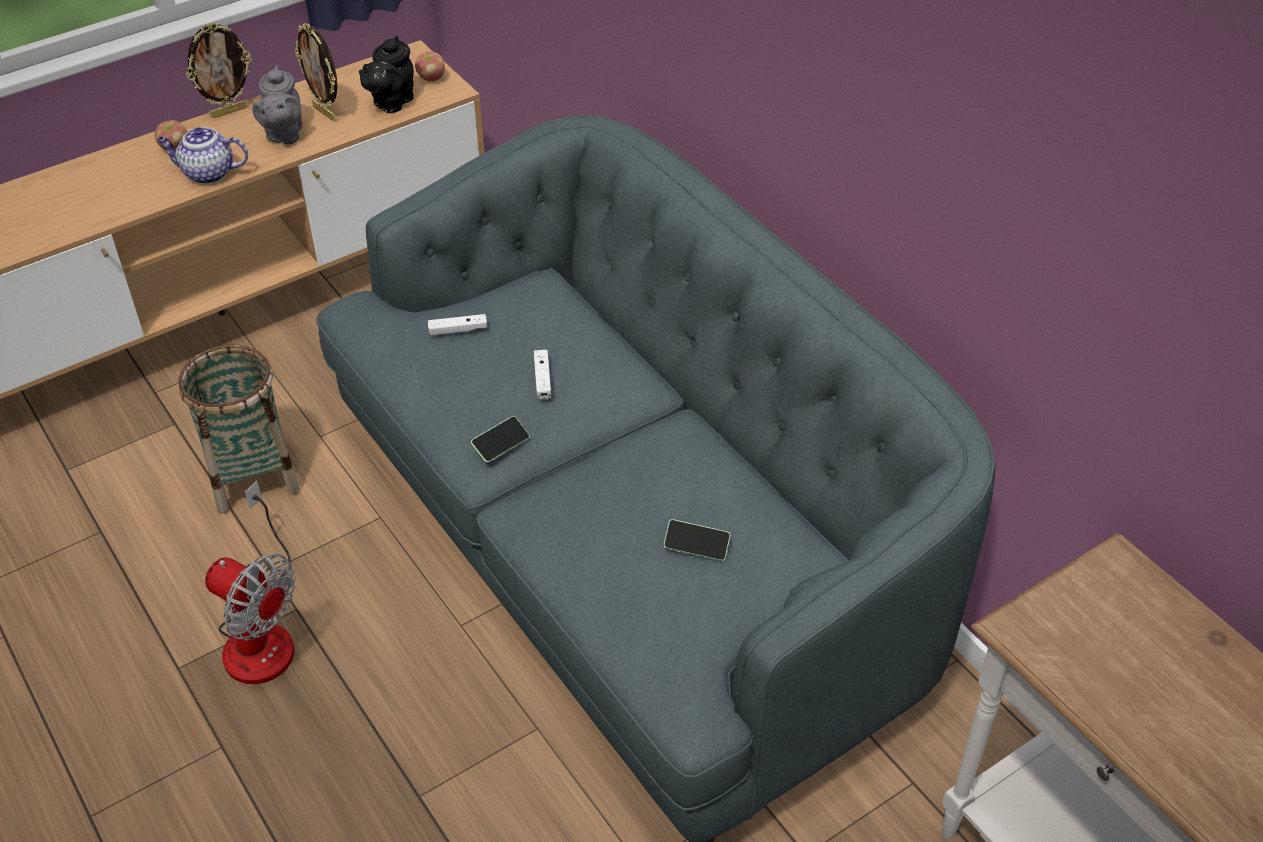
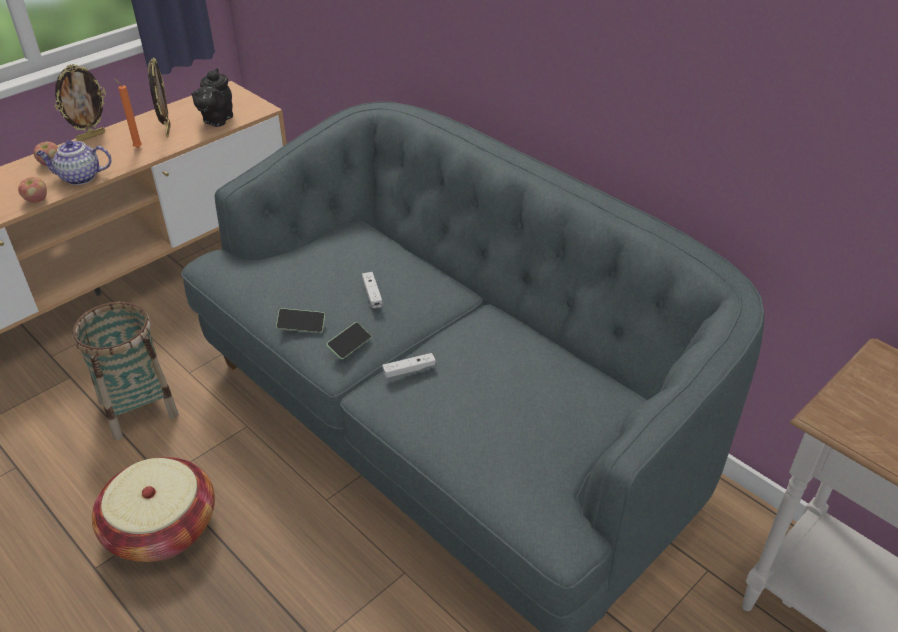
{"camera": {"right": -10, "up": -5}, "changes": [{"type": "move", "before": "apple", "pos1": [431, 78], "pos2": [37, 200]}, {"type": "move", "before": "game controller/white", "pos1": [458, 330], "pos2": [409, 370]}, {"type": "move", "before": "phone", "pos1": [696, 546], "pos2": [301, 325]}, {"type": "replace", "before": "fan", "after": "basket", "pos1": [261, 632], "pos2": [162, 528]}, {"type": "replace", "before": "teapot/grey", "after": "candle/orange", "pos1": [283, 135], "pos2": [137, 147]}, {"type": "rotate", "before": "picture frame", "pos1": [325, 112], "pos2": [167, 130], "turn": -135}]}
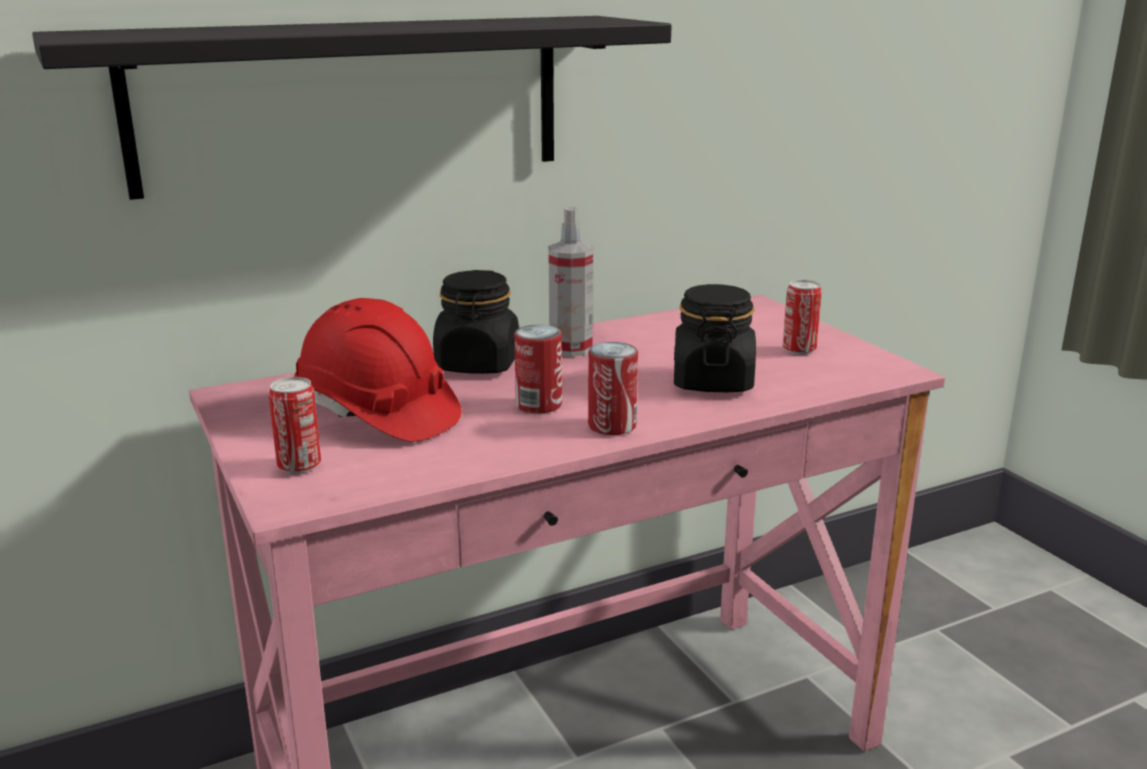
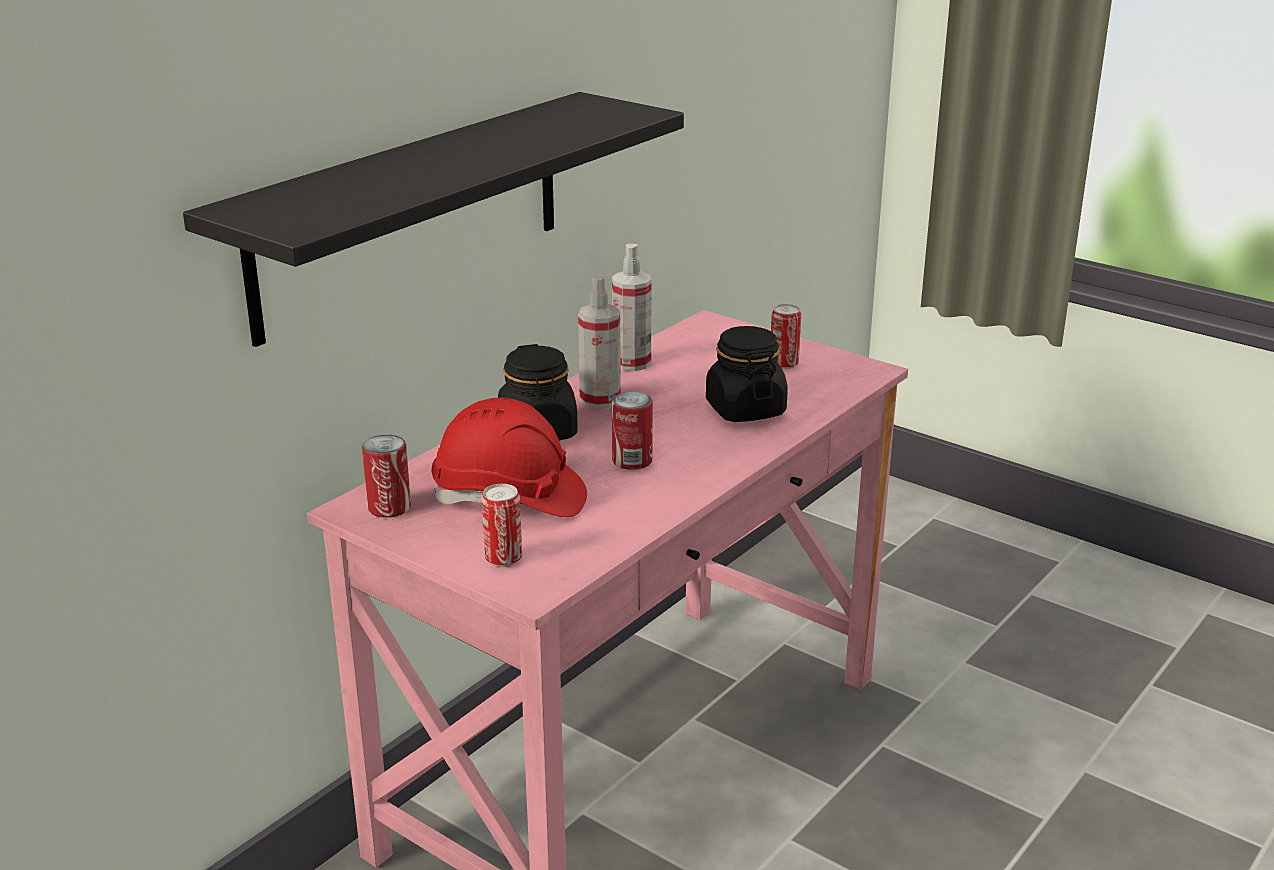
{"camera": {"right": -25, "up": 5}, "changes": [{"type": "insert", "after": "spray bottle", "pos2": [631, 363]}, {"type": "move", "before": "can", "pos1": [612, 426], "pos2": [389, 507]}]}
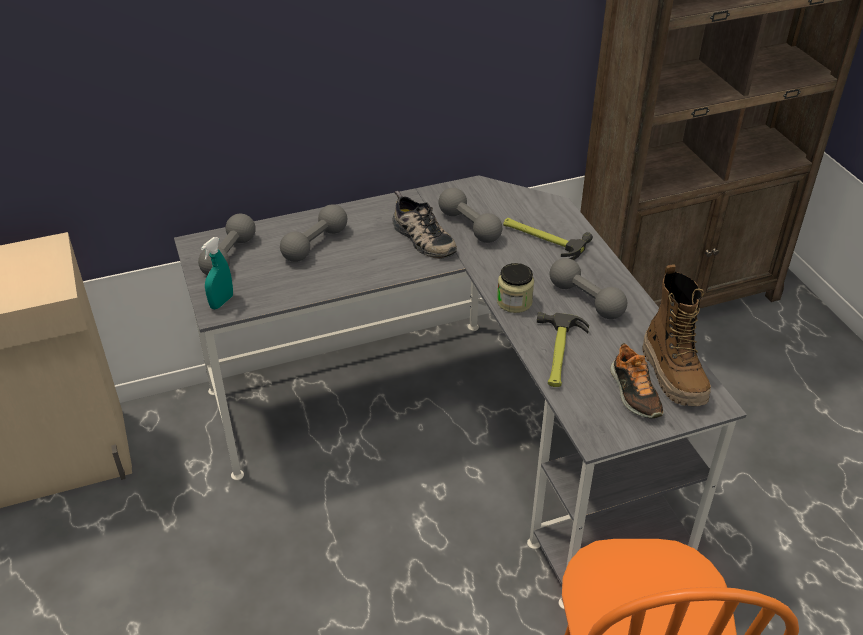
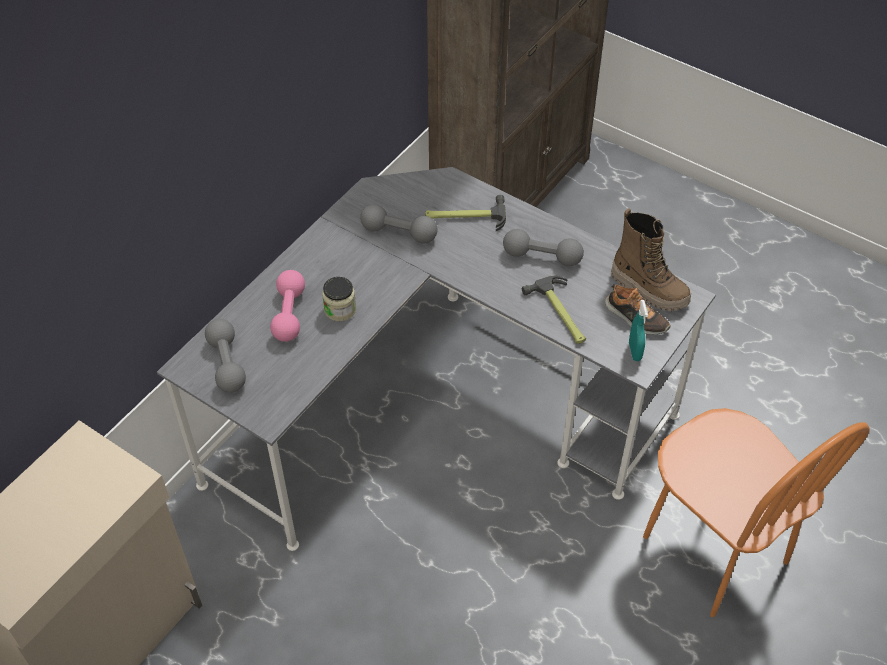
{"camera": {"right": -35, "up": 10}, "changes": [{"type": "delete", "before": "shoe", "pos1": [421, 238]}, {"type": "move", "before": "spray bottle/turquoise", "pos1": [221, 302], "pos2": [634, 351]}, {"type": "move", "before": "jar", "pos1": [514, 302], "pos2": [340, 309]}, {"type": "recolor", "before": "dumbbell/grey", "after": "dumbbell/pink", "pos1": [315, 244], "pos2": [289, 314]}]}
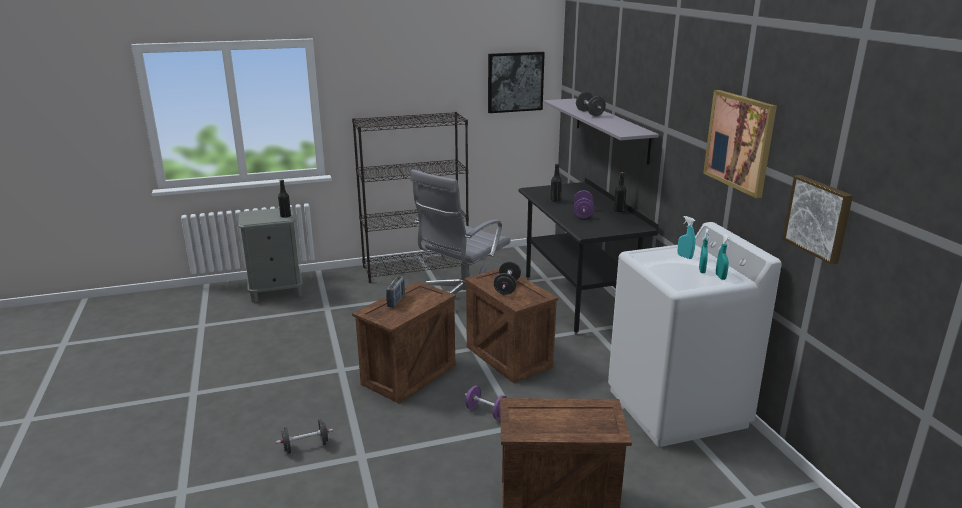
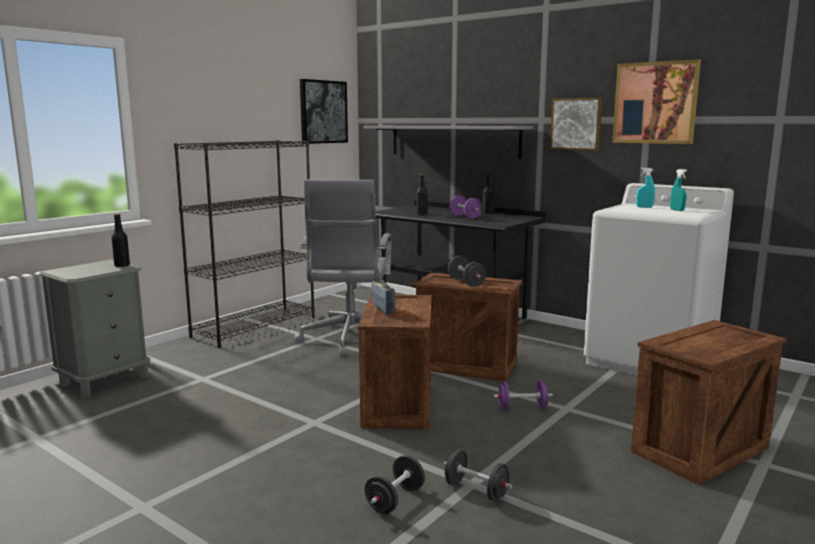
{"camera": {"right": -35, "up": -10}, "changes": [{"type": "delete", "before": "spray bottle/turquoise", "pos1": [720, 277]}, {"type": "move", "before": "dumbbell/black", "pos1": [590, 113], "pos2": [476, 491]}, {"type": "move", "before": "picture", "pos1": [819, 218], "pos2": [576, 124]}]}
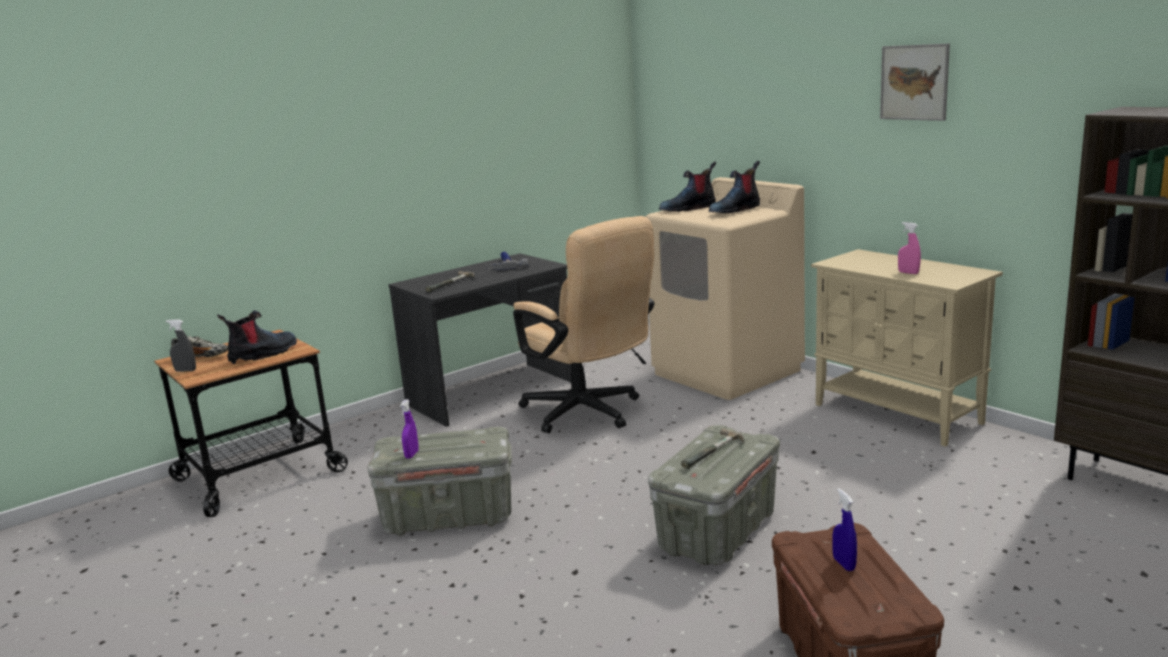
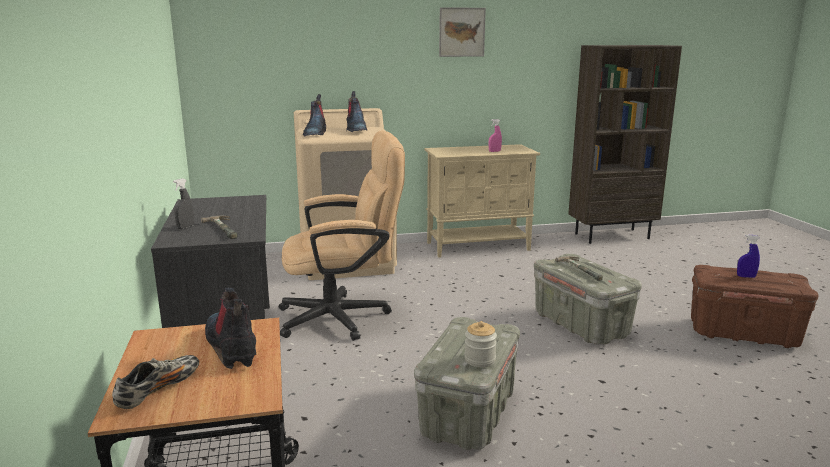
{"camera": {"right": -65, "up": 0}, "changes": [{"type": "delete", "before": "hammer", "pos1": [505, 264]}, {"type": "move", "before": "spray bottle/grey", "pos1": [185, 370], "pos2": [185, 227]}, {"type": "replace", "before": "spray bottle/purple", "after": "jar", "pos1": [412, 454], "pos2": [480, 360]}]}
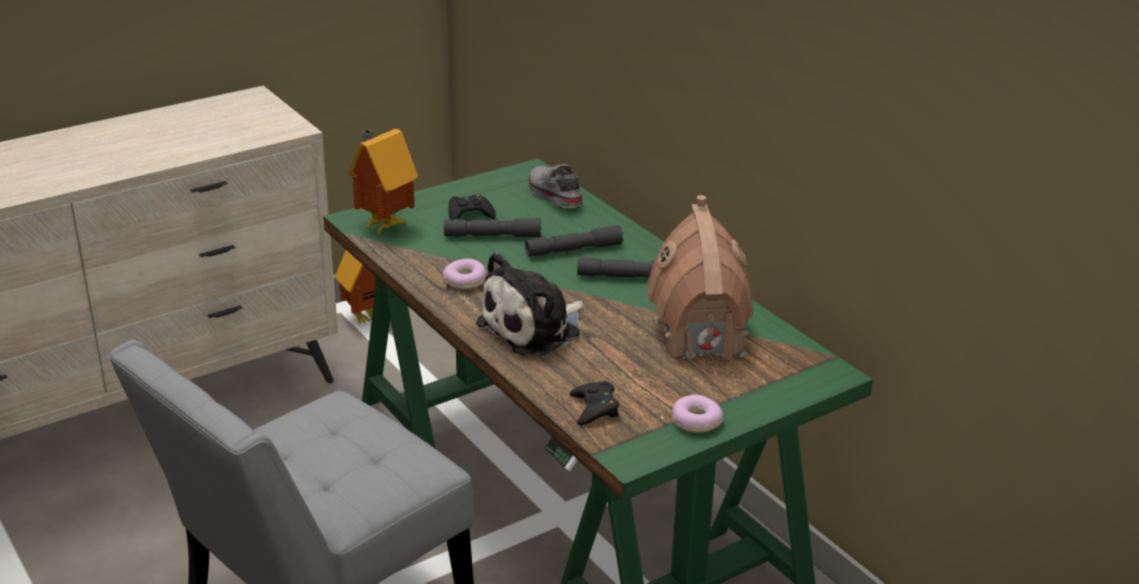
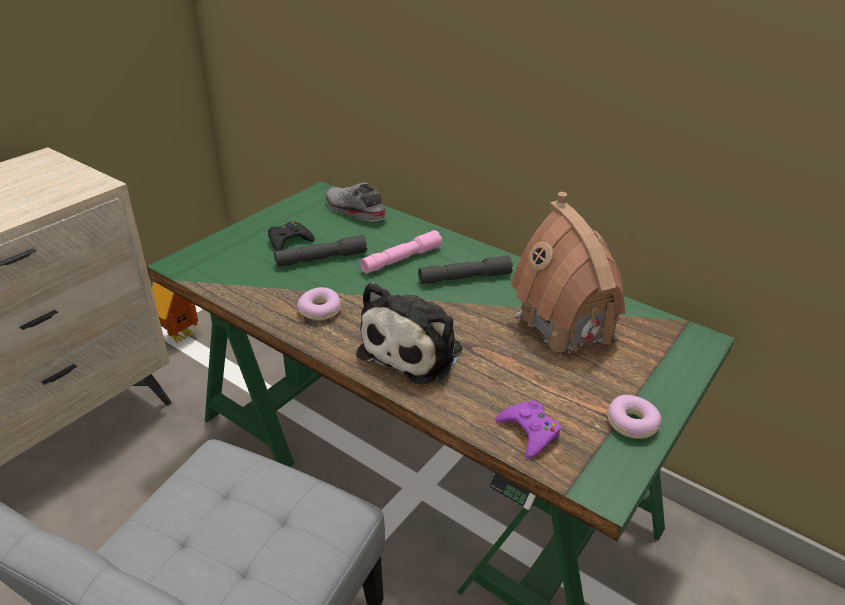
{"camera": {"right": -20, "up": 5}, "changes": [{"type": "delete", "before": "toy house", "pos1": [383, 225]}, {"type": "recolor", "before": "flashlight/grey", "after": "flashlight/pink", "pos1": [573, 250], "pos2": [401, 259]}, {"type": "recolor", "before": "game controller/black", "after": "game controller/purple", "pos1": [594, 408], "pos2": [529, 432]}]}
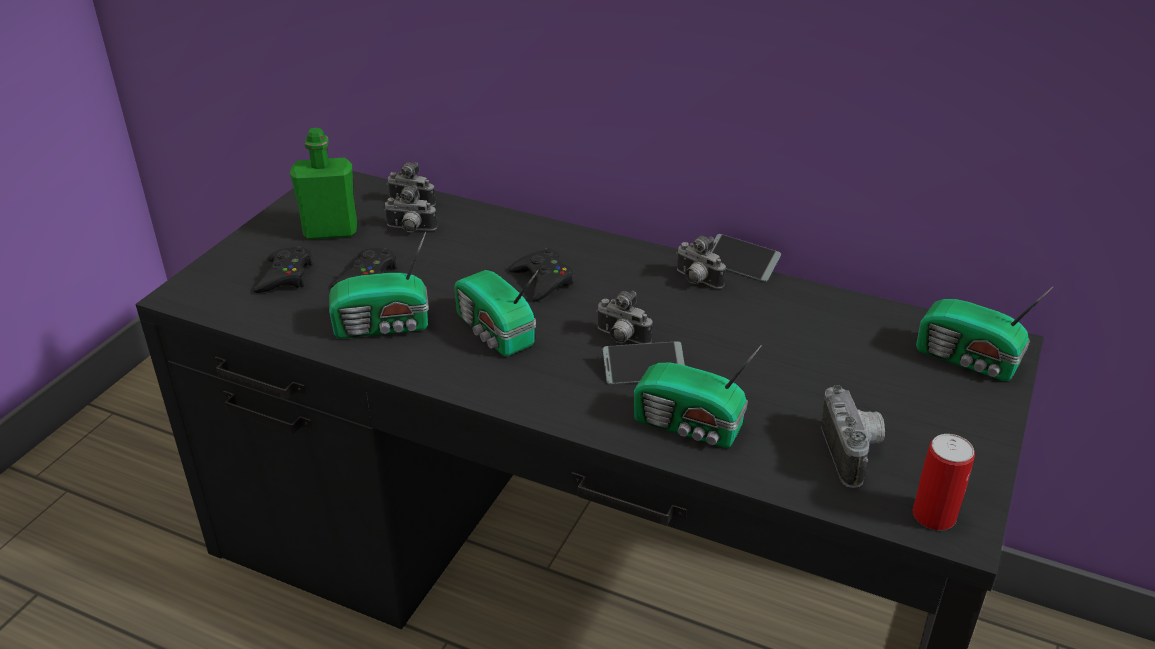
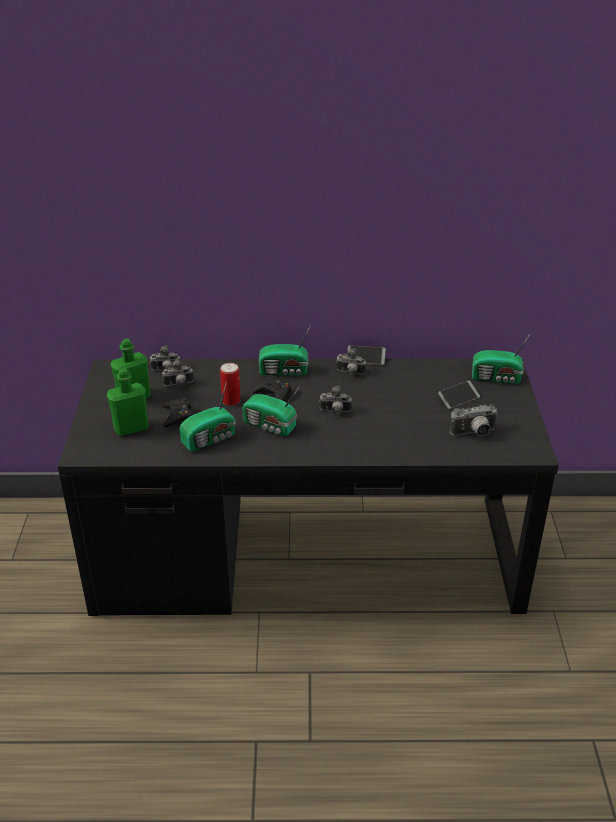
{"camera": {"right": -25, "up": 0}, "changes": [{"type": "move", "before": "phone", "pos1": [643, 370], "pos2": [458, 398]}, {"type": "move", "before": "radio", "pos1": [690, 426], "pos2": [285, 371]}, {"type": "move", "before": "can", "pos1": [934, 515], "pos2": [231, 400]}, {"type": "replace", "before": "game controller/black", "after": "bottle/green", "pos1": [285, 276], "pos2": [131, 428]}, {"type": "rotate", "before": "photo camera", "pos1": [853, 453], "pos2": [474, 434], "turn": 105}]}
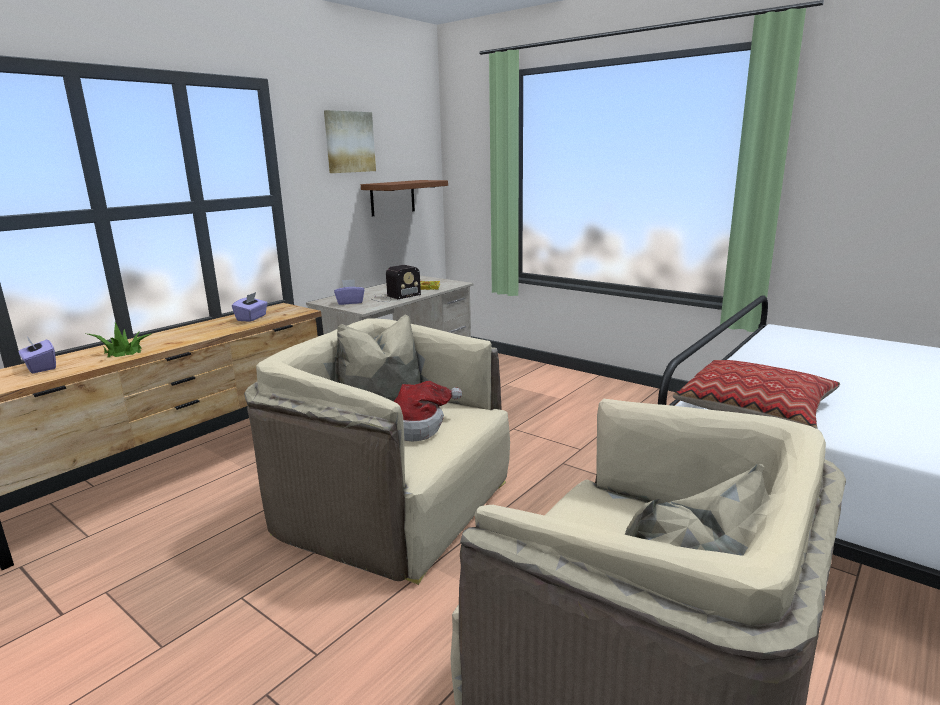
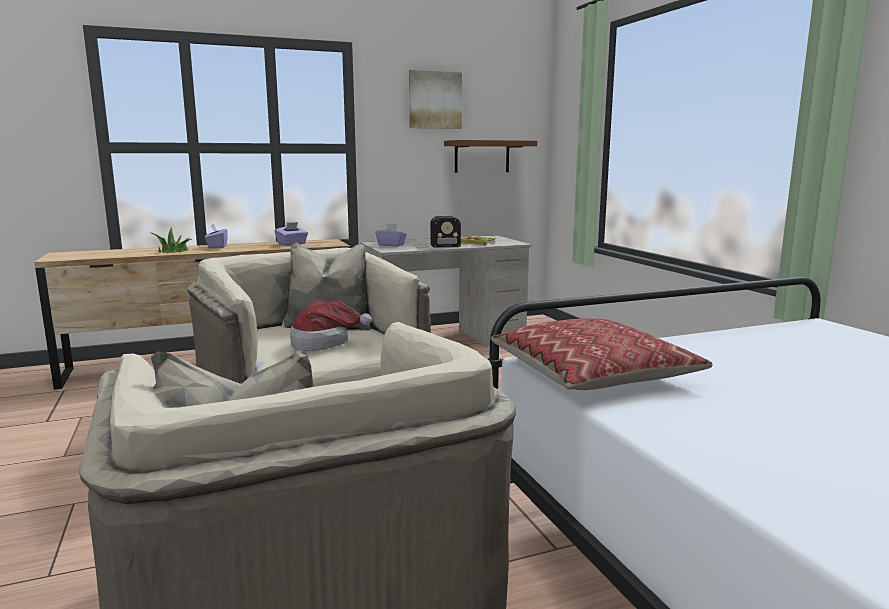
{"camera": {"right": 30, "up": -5}, "changes": [{"type": "move", "before": "tissue box/purple", "pos1": [40, 367], "pos2": [217, 247]}]}
